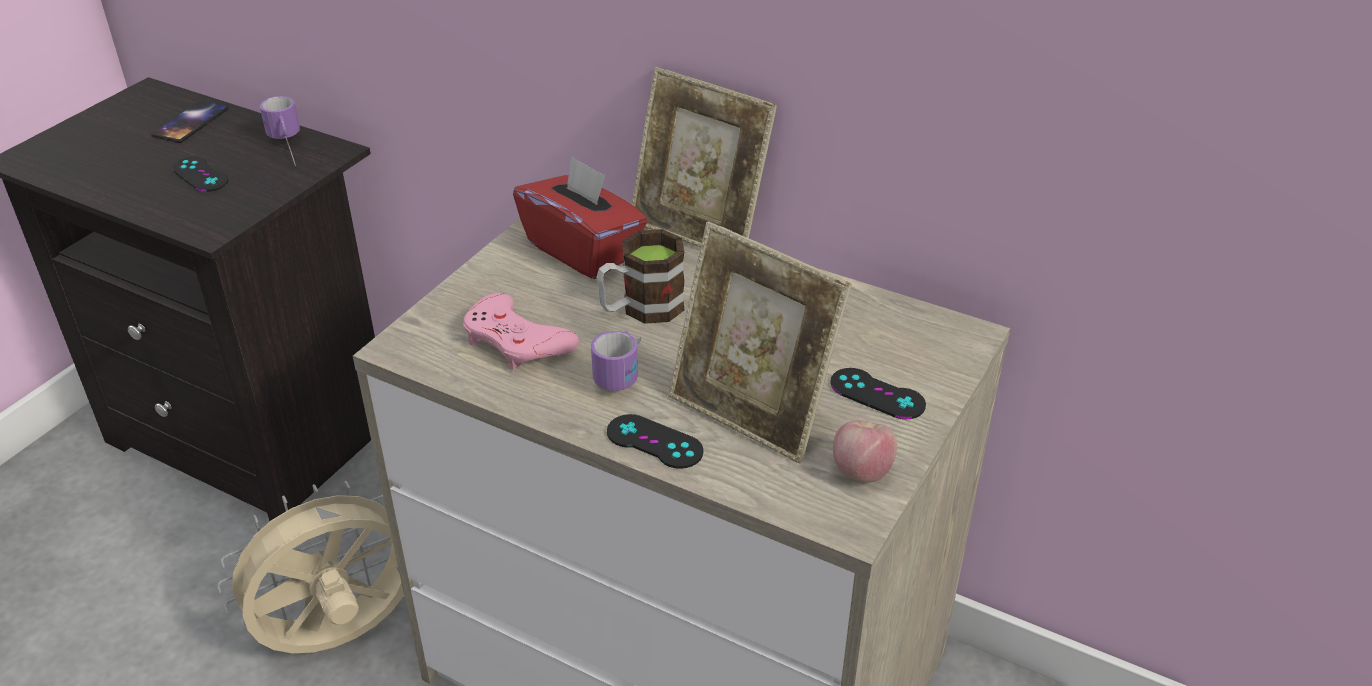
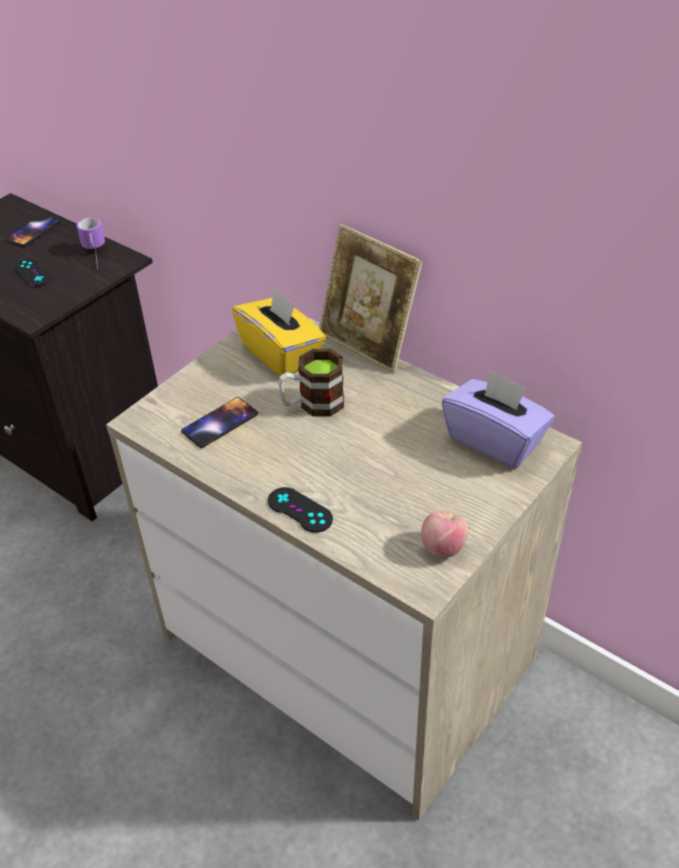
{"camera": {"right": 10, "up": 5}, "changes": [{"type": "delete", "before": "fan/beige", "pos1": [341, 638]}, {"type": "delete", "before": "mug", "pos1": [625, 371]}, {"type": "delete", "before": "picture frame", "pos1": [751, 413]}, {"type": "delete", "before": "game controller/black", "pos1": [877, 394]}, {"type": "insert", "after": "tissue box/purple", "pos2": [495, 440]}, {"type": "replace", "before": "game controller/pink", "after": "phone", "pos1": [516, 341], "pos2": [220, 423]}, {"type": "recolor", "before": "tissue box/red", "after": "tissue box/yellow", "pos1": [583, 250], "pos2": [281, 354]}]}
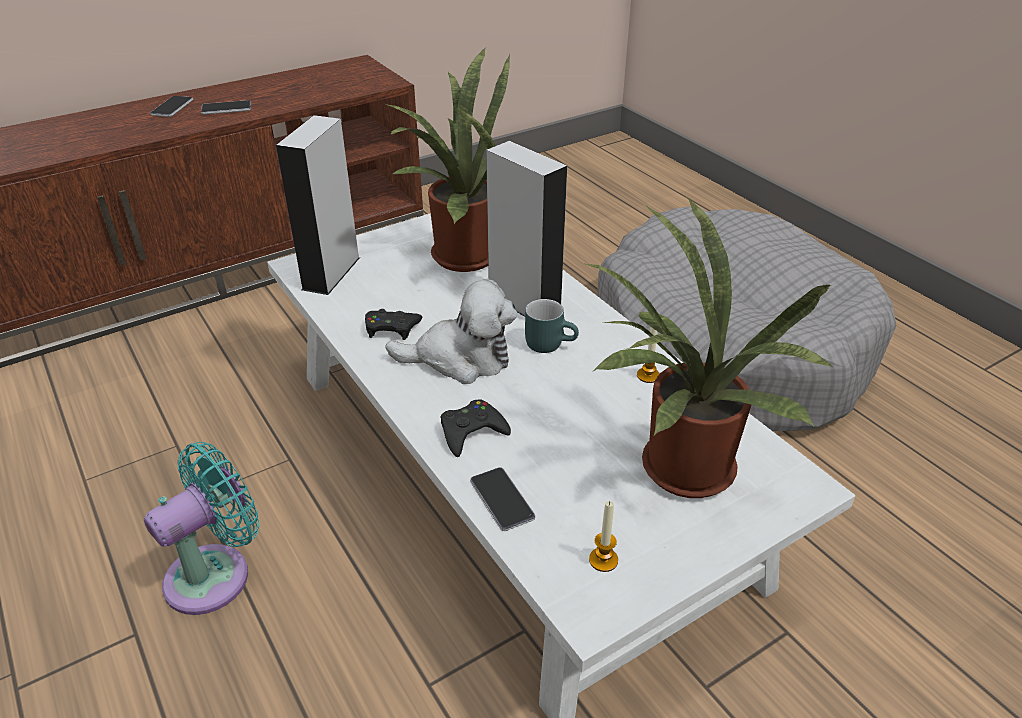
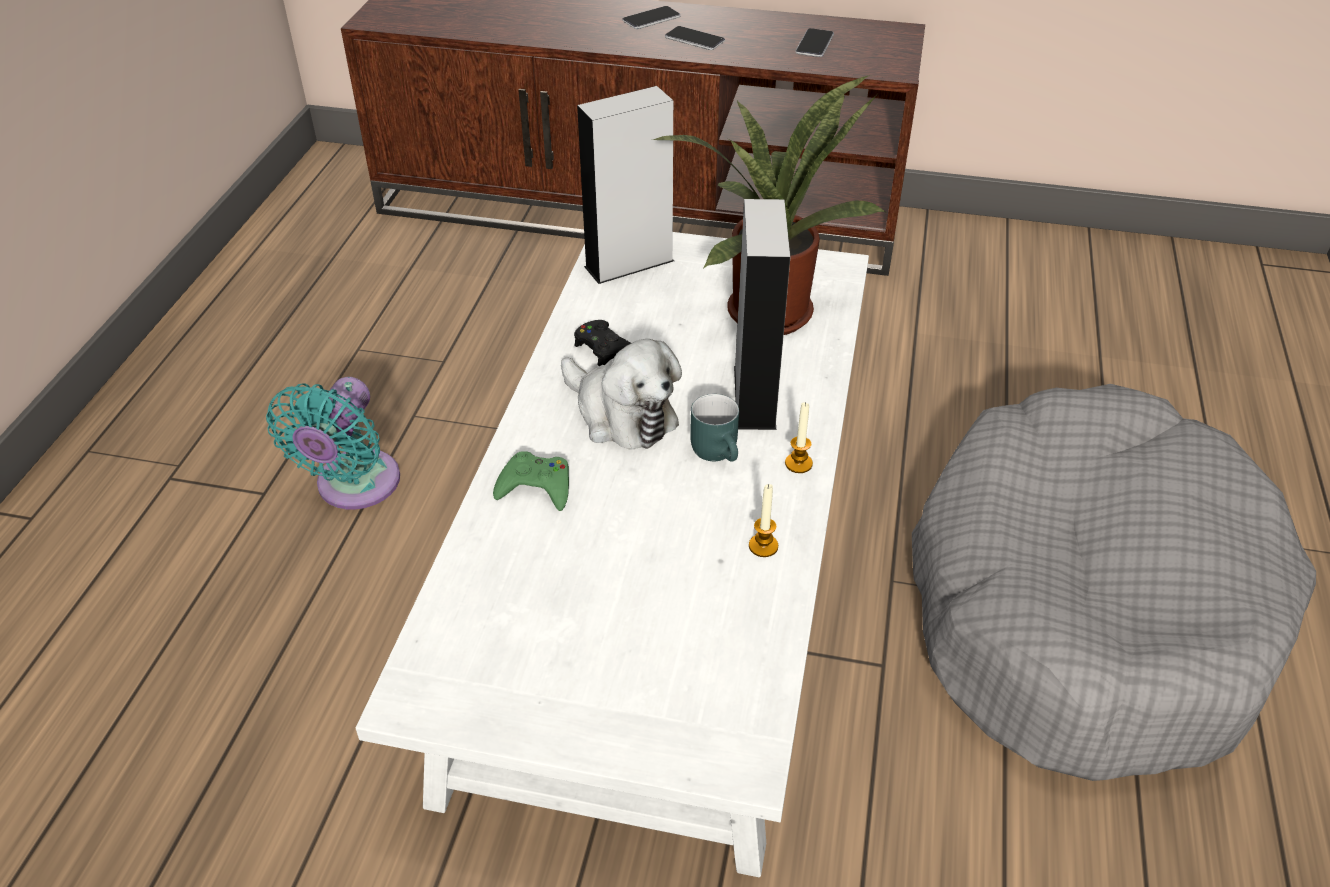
{"camera": {"right": 45, "up": 5}, "changes": [{"type": "delete", "before": "potted plant", "pos1": [678, 472]}, {"type": "move", "before": "phone", "pos1": [501, 500], "pos2": [814, 44]}, {"type": "move", "before": "candle", "pos1": [603, 560], "pos2": [798, 463]}, {"type": "recolor", "before": "game controller/black", "after": "game controller/green", "pos1": [472, 432], "pos2": [536, 487]}, {"type": "rotate", "before": "fan/turquoise", "pos1": [215, 574], "pos2": [354, 487], "turn": 105}]}
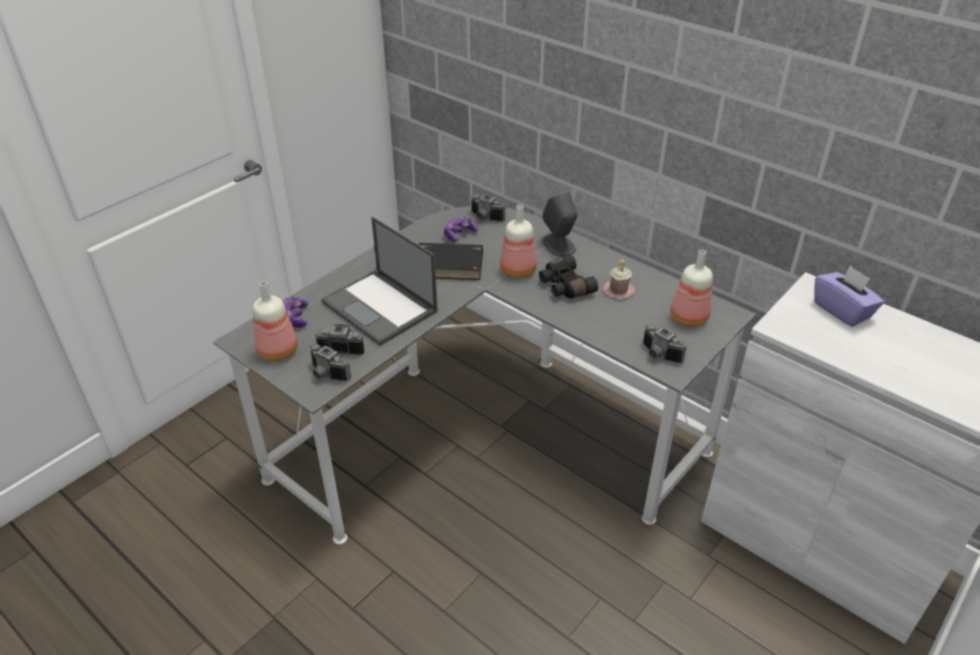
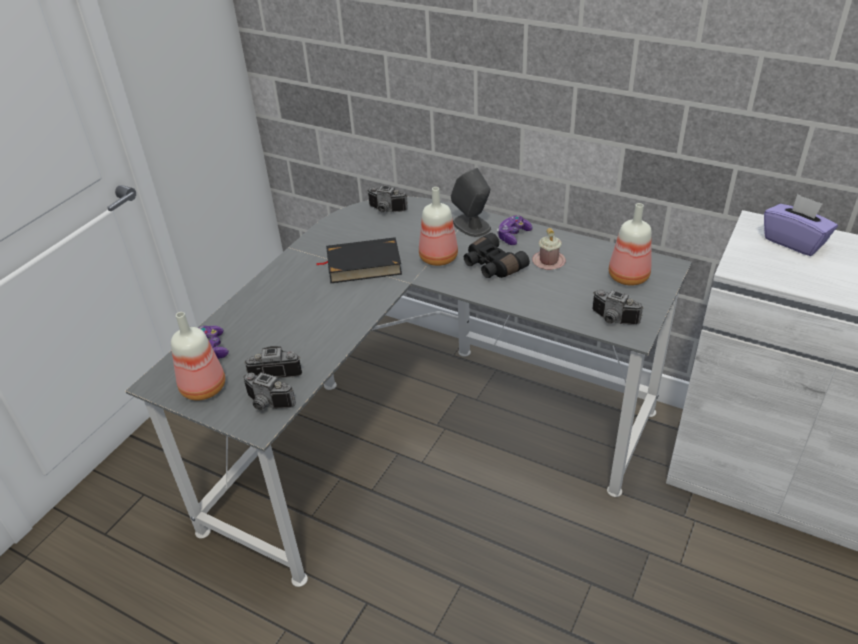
{"camera": {"right": -10, "up": 0}, "changes": [{"type": "delete", "before": "laptop", "pos1": [381, 307]}, {"type": "move", "before": "game controller", "pos1": [459, 234], "pos2": [513, 236]}]}
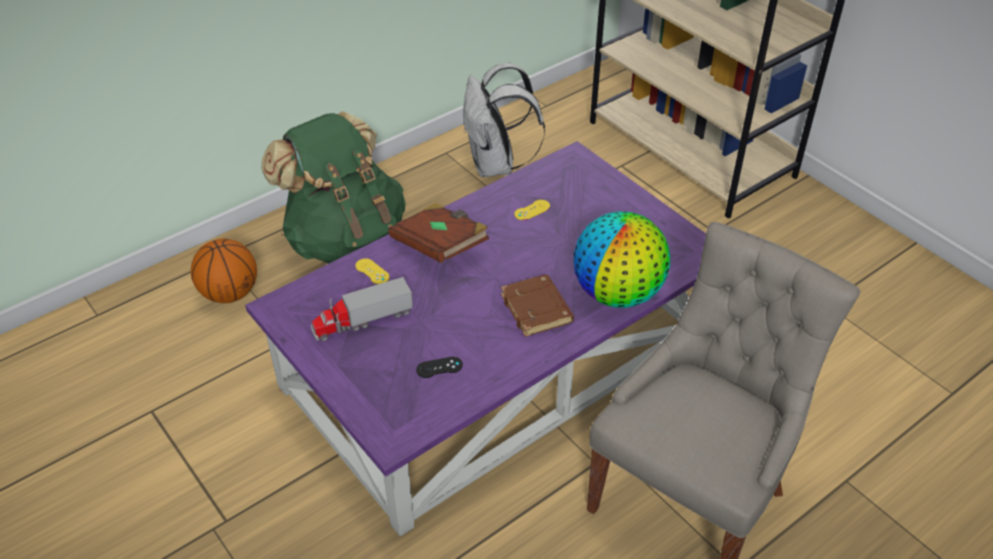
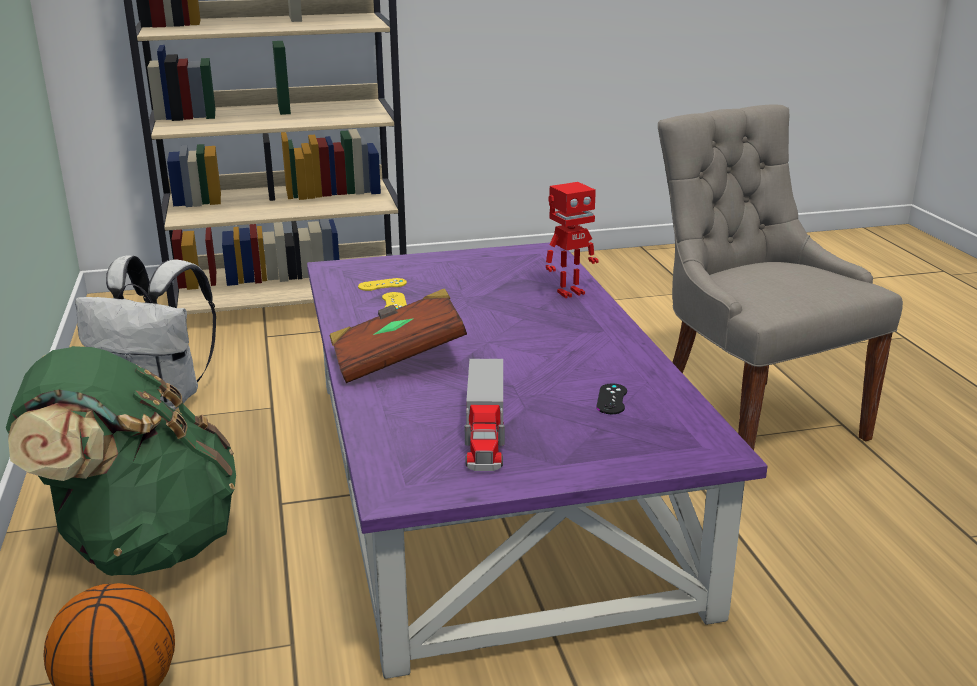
{"camera": {"right": -65, "up": -20}, "changes": [{"type": "delete", "before": "book/brown", "pos1": [537, 309]}, {"type": "move", "before": "game controller/yellow", "pos1": [372, 271], "pos2": [382, 285]}, {"type": "replace", "before": "globe", "after": "toy robot", "pos1": [618, 293], "pos2": [569, 292]}]}
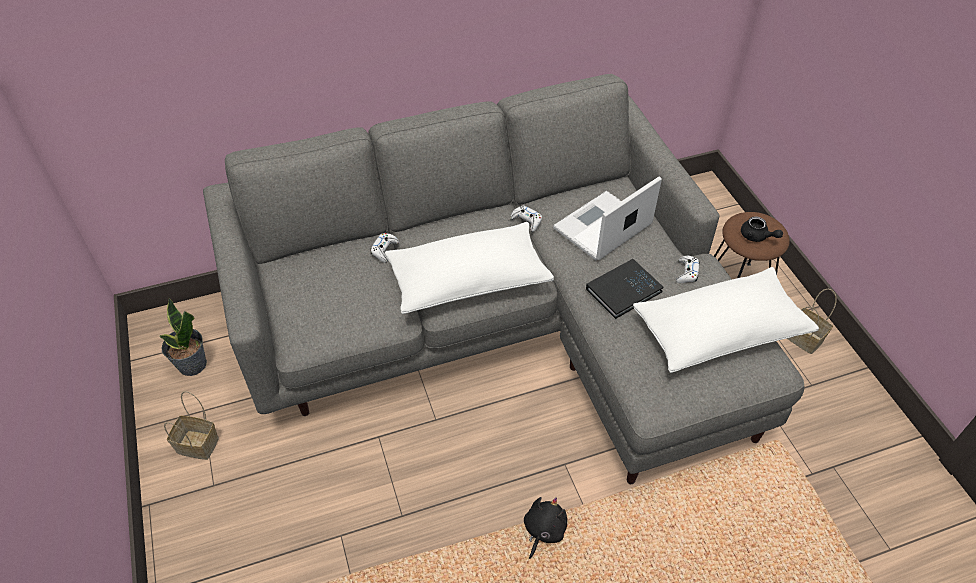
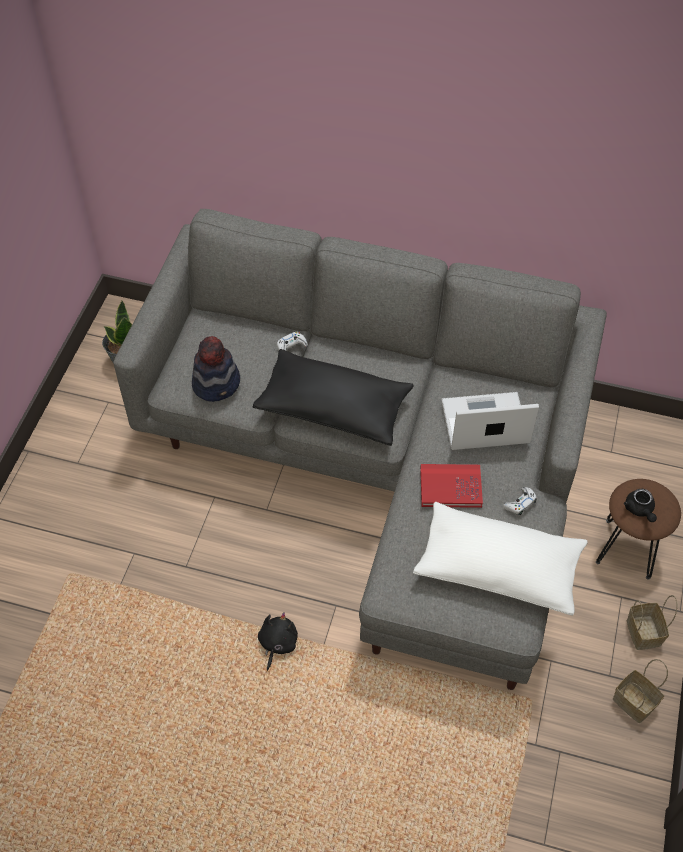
{"camera": {"right": 35, "up": 5}, "changes": [{"type": "delete", "before": "game controller/white", "pos1": [526, 221]}, {"type": "insert", "after": "hat", "pos2": [217, 383]}, {"type": "move", "before": "basket", "pos1": [199, 444], "pos2": [635, 703]}, {"type": "recolor", "before": "pillow/white", "after": "pillow/black", "pos1": [468, 281], "pos2": [333, 408]}, {"type": "recolor", "before": "book/black", "after": "book/red", "pos1": [623, 290], "pos2": [450, 487]}, {"type": "rotate", "before": "plush toy/black", "pos1": [543, 530], "pos2": [277, 643], "turn": -45}]}
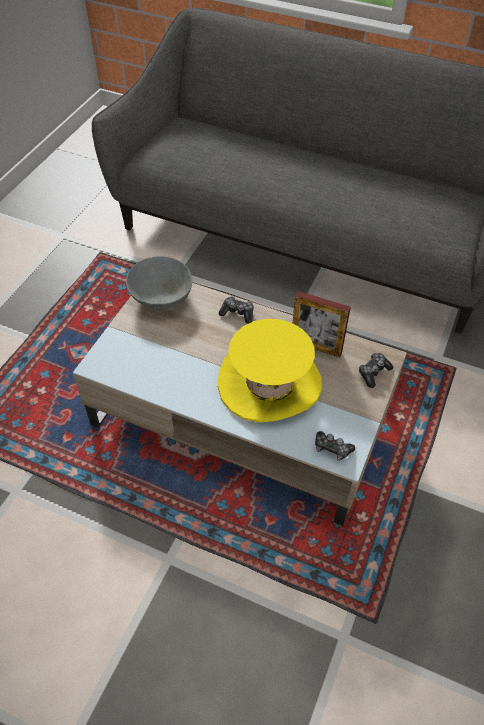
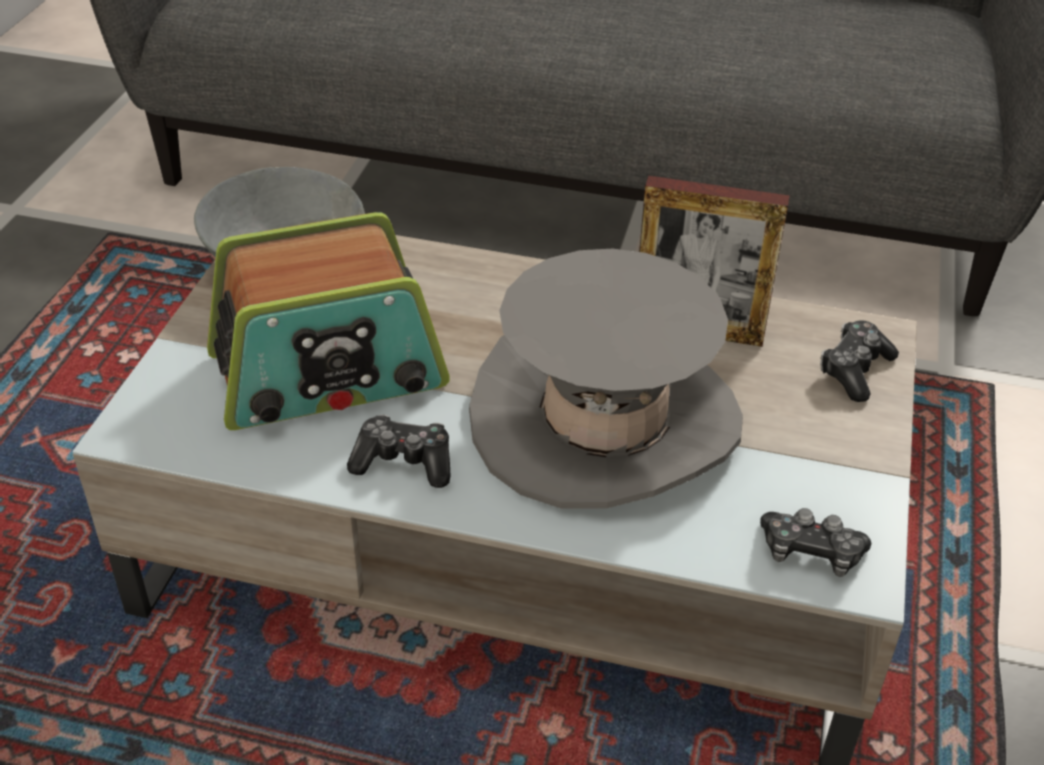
{"camera": {"right": -10, "up": -10}, "changes": [{"type": "insert", "after": "radio", "pos2": [329, 372]}, {"type": "move", "before": "game controller", "pos1": [237, 313], "pos2": [404, 462]}, {"type": "recolor", "before": "hat/yellow", "after": "hat/grey", "pos1": [269, 383], "pos2": [604, 420]}]}
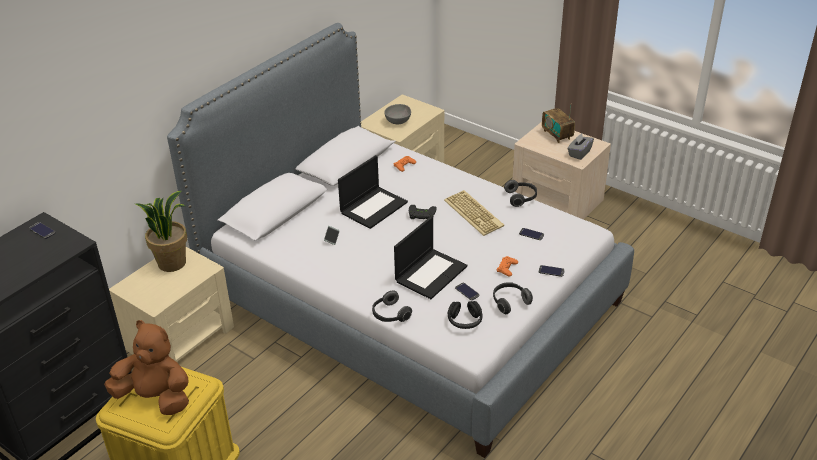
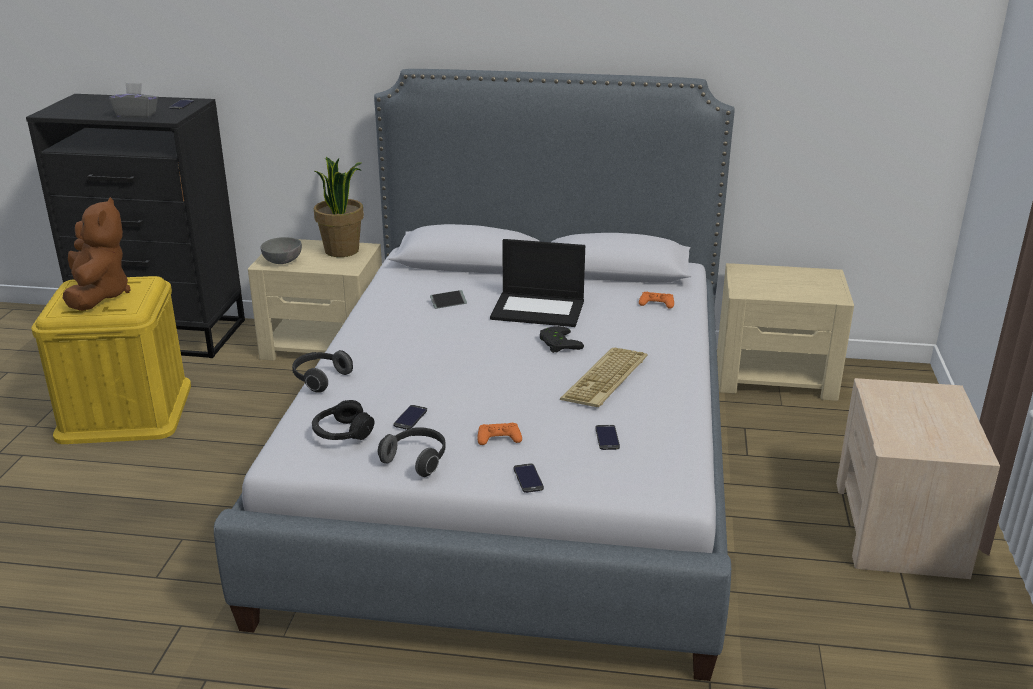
{"camera": {"right": 60, "up": -10}, "changes": [{"type": "delete", "before": "laptop", "pos1": [431, 273]}, {"type": "delete", "before": "headphones", "pos1": [521, 198]}, {"type": "delete", "before": "radio", "pos1": [557, 135]}, {"type": "move", "before": "bowl/grey", "pos1": [398, 121], "pos2": [283, 262]}, {"type": "move", "before": "tissue box/grey", "pos1": [579, 153], "pos2": [137, 115]}]}
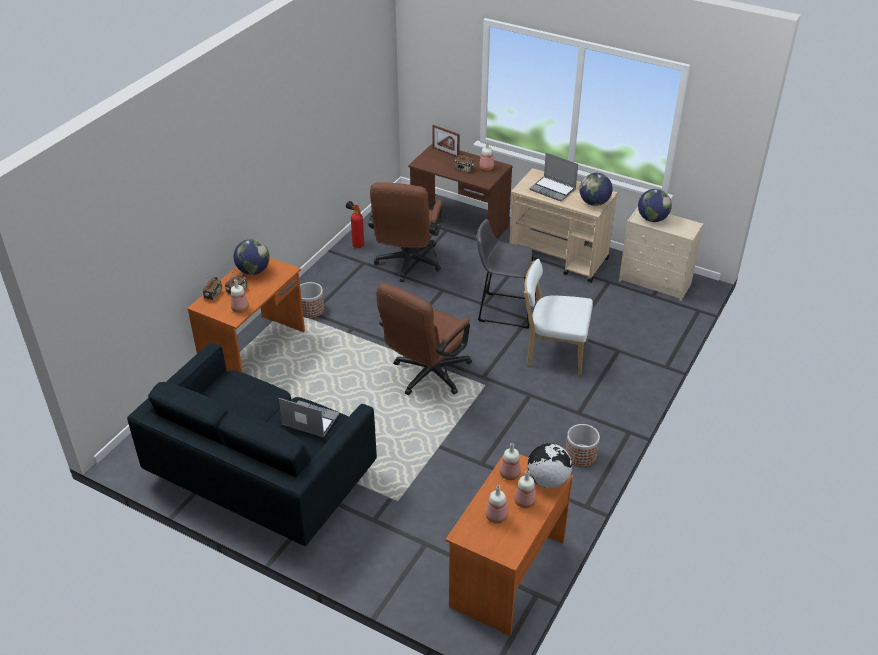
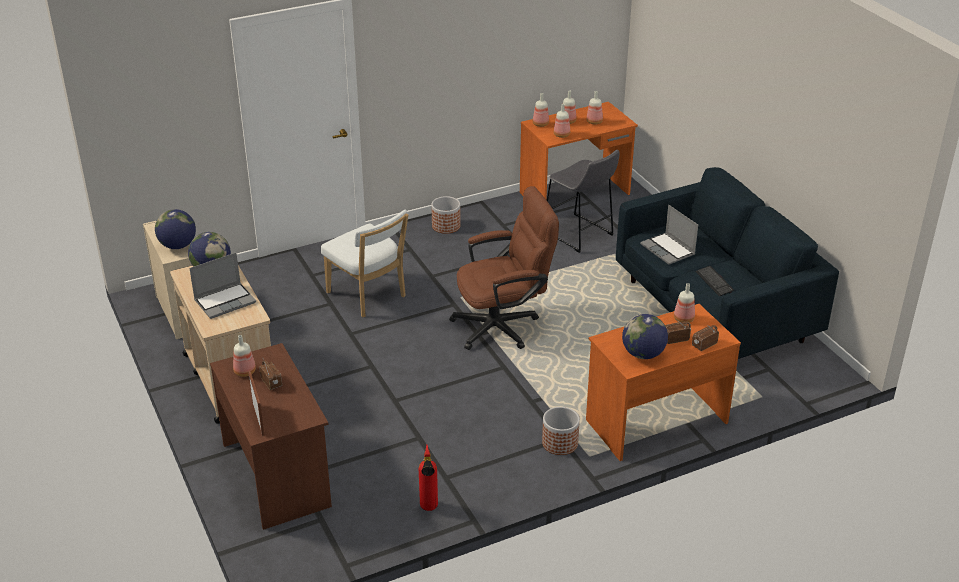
{"camera": {"right": -145, "up": -5}, "changes": [{"type": "delete", "before": "office chair/brown", "pos1": [407, 265]}, {"type": "insert", "after": "keyboard", "pos2": [714, 282]}, {"type": "move", "before": "stool/grey", "pos1": [503, 310], "pos2": [579, 235]}, {"type": "replace", "before": "globe", "after": "bottle", "pos1": [547, 480], "pos2": [540, 124]}, {"type": "rotate", "before": "laptop", "pos1": [553, 189], "pos2": [225, 301], "turn": 75}]}
